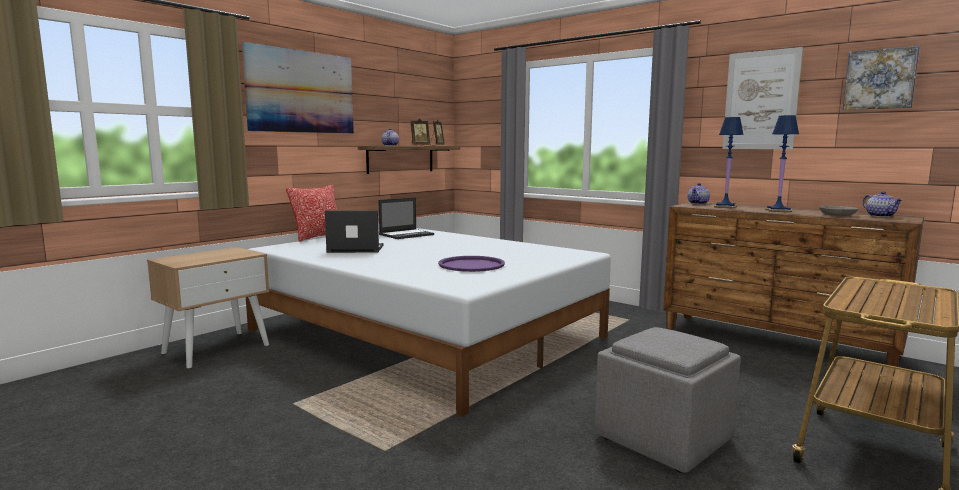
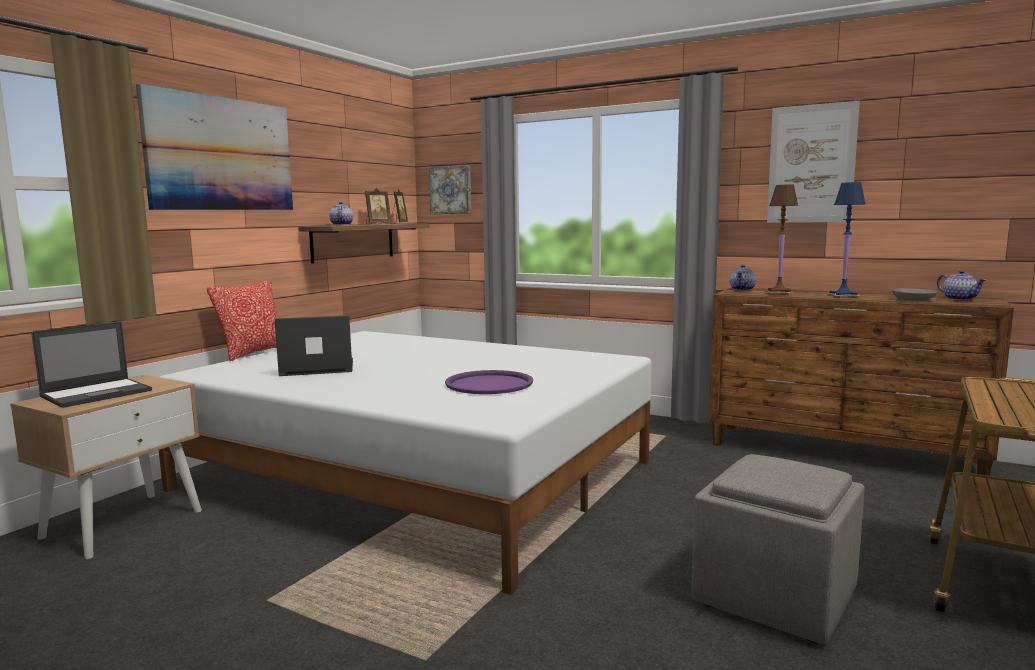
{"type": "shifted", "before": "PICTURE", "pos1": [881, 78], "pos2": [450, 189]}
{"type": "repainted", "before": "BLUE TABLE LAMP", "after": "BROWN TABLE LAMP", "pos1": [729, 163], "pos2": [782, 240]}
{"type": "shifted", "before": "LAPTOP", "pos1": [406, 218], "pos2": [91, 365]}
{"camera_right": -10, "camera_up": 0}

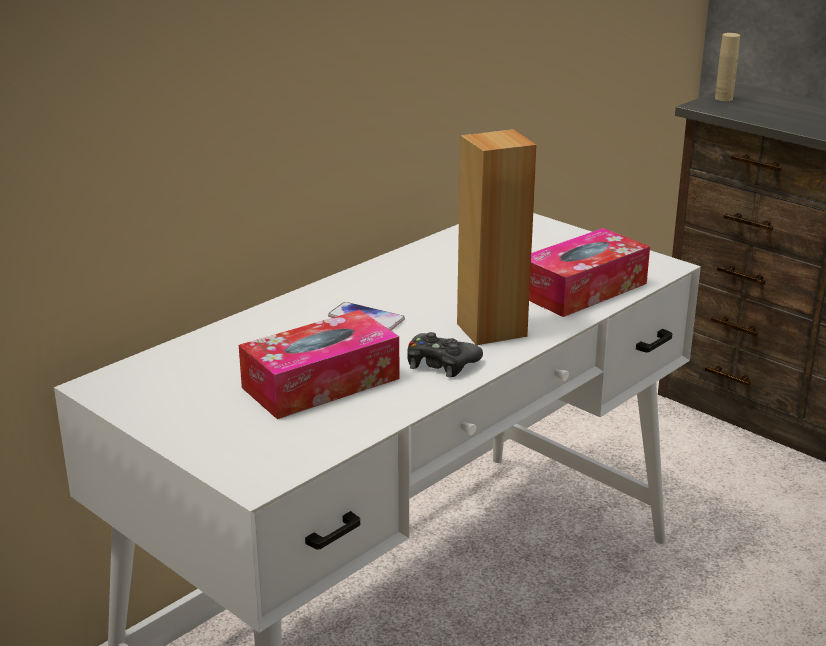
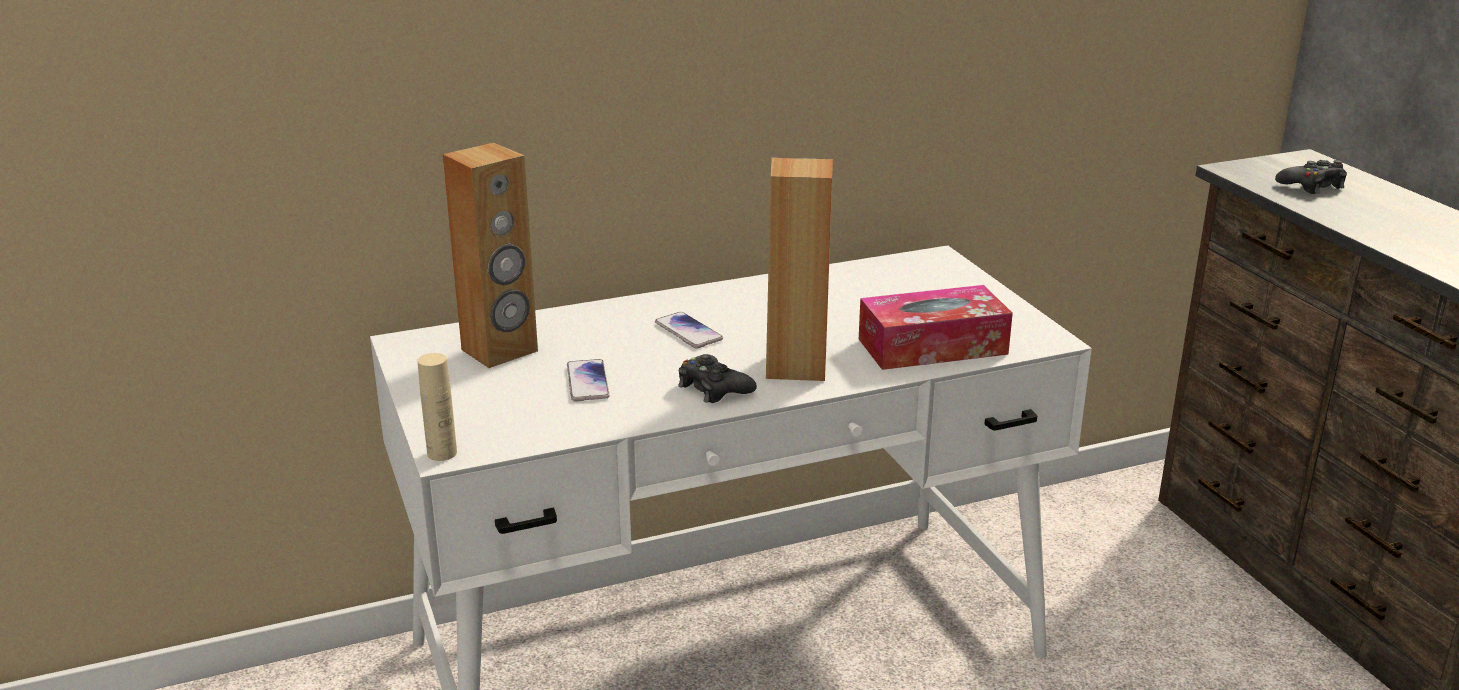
{"type": "shifted", "before": "BEIGE BOTTLE", "pos1": [727, 67], "pos2": [437, 407]}
{"type": "swapped", "before": "TISSUE BOX", "after": "PHONE", "pos1": [319, 364], "pos2": [588, 380]}
{"type": "new", "after": "BROWN SPEAKER", "pos2": [490, 255]}
{"type": "new", "after": "BLACK GAME CONTROLLER", "pos2": [1311, 177]}
{"camera_right": 25, "camera_up": 0}

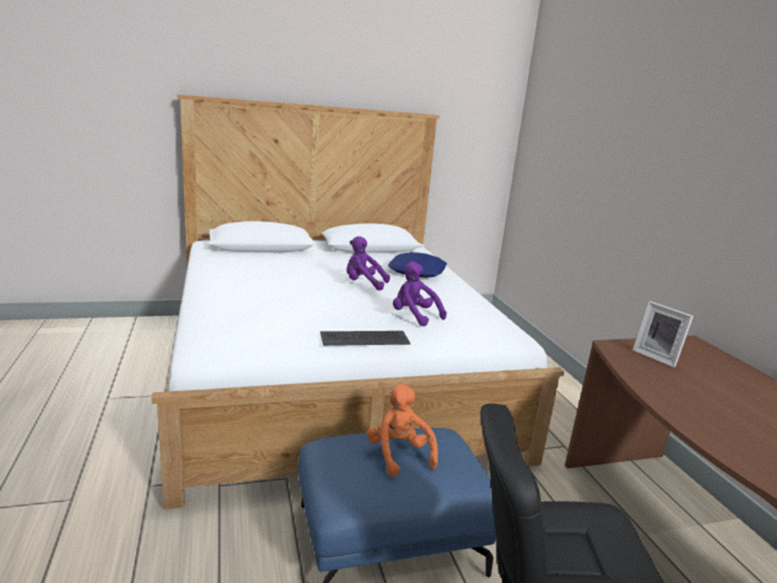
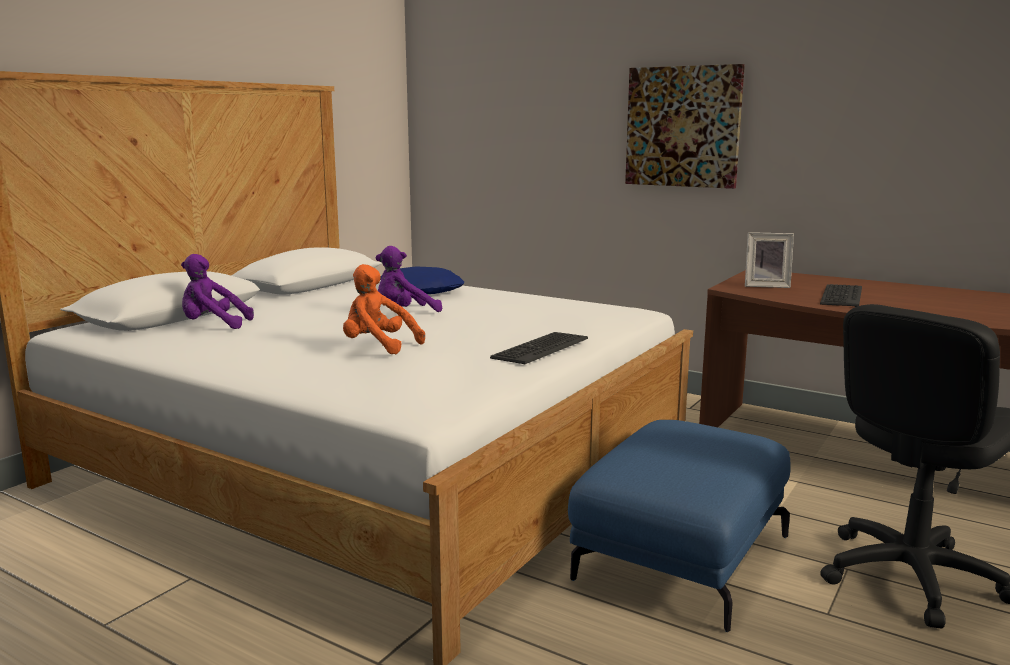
{"type": "shifted", "before": "PURPLE PLUSH TOY", "pos1": [420, 294], "pos2": [217, 291]}
{"type": "shifted", "before": "ORANGE PLUSH TOY", "pos1": [402, 430], "pos2": [384, 309]}
{"type": "new", "after": "PICTURE", "pos2": [685, 126]}
{"type": "new", "after": "KEYBOARD", "pos2": [841, 295]}
{"camera_right": -40, "camera_up": -5}

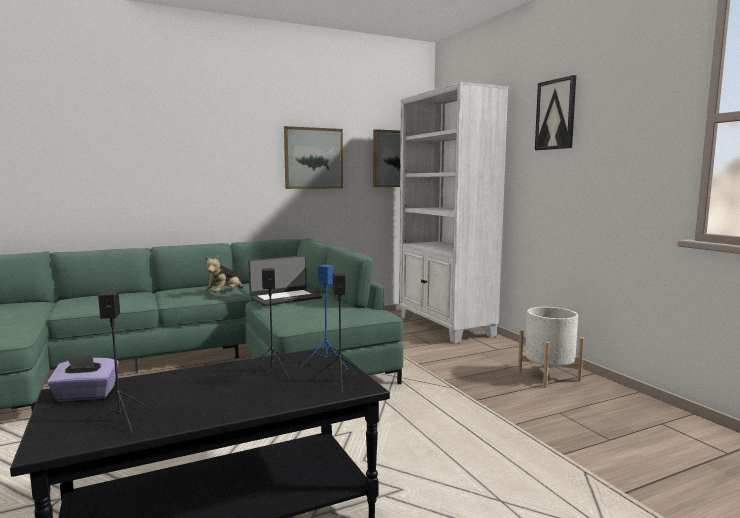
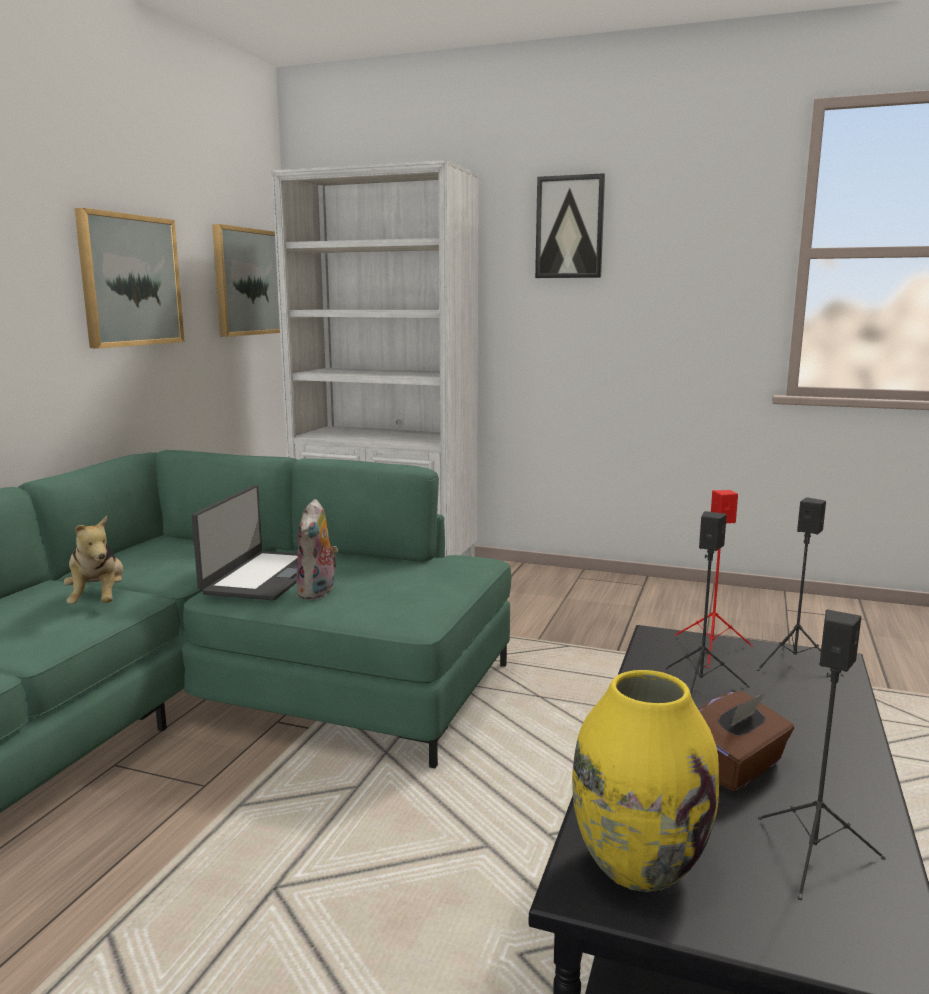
{"type": "repainted", "before": "BLUE SPEAKER", "after": "RED SPEAKER", "pos1": [324, 316], "pos2": [713, 579]}
{"type": "gone", "before": "WHITE PLANTER", "pos1": [551, 347]}
{"type": "swapped", "before": "PURPLE TISSUE BOX", "after": "YELLOW VASE", "pos1": [82, 378], "pos2": [645, 781]}
{"type": "new", "after": "PLUSH TOY", "pos2": [317, 549]}
{"type": "new", "after": "BROWN TISSUE BOX", "pos2": [746, 741]}
{"camera_right": -45, "camera_up": 5}

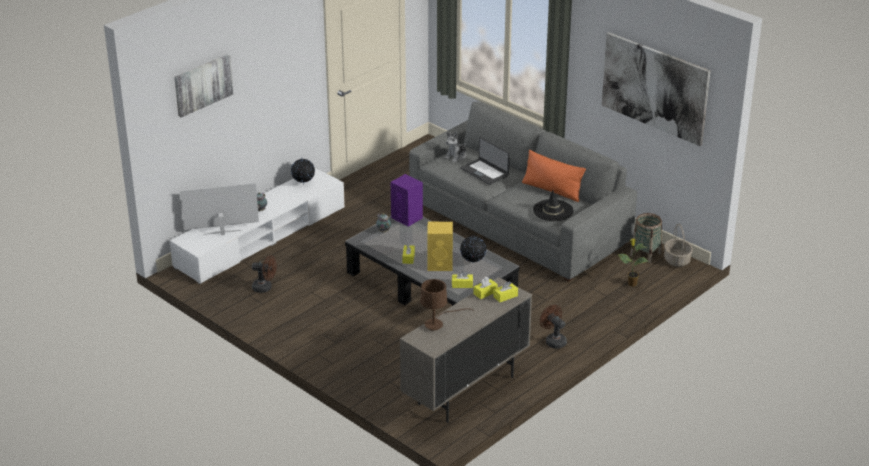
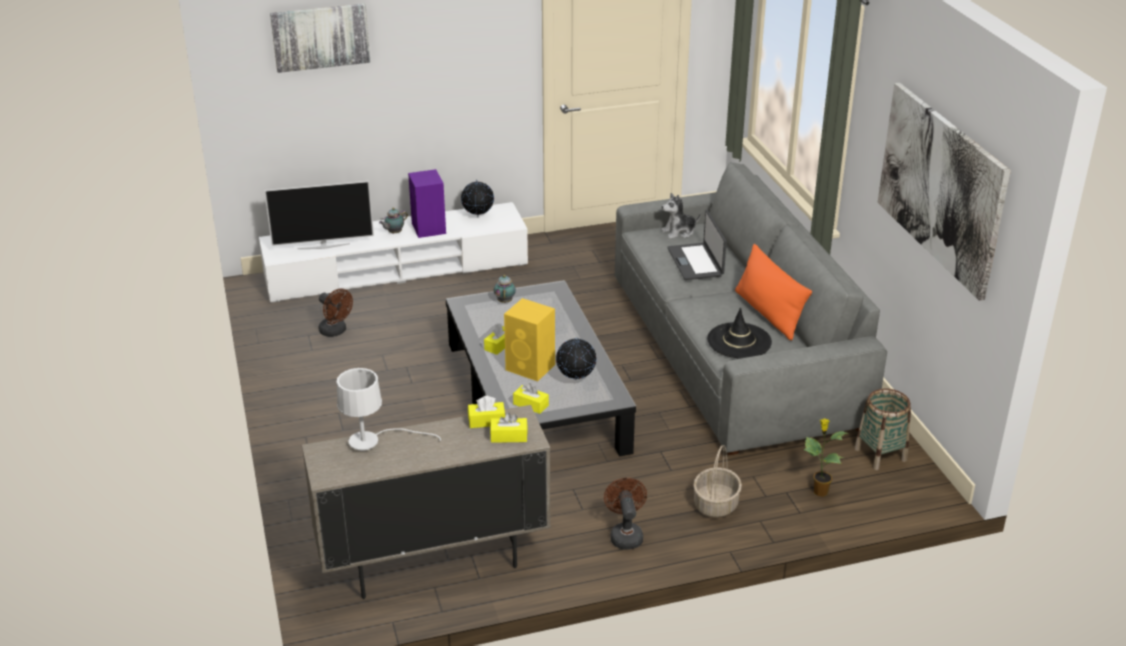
{"type": "shifted", "before": "PURPLE SPEAKER", "pos1": [407, 200], "pos2": [427, 203]}
{"type": "rotated", "before": "TELEVISION", "pos1": [219, 209], "pos2": [319, 215], "turn": 150}
{"type": "shifted", "before": "BASKET", "pos1": [678, 245], "pos2": [717, 481]}
{"type": "repainted", "before": "BROWN TABLE LAMP", "after": "WHITE TABLE LAMP", "pos1": [446, 305], "pos2": [389, 409]}
{"camera_right": 30, "camera_up": 0}

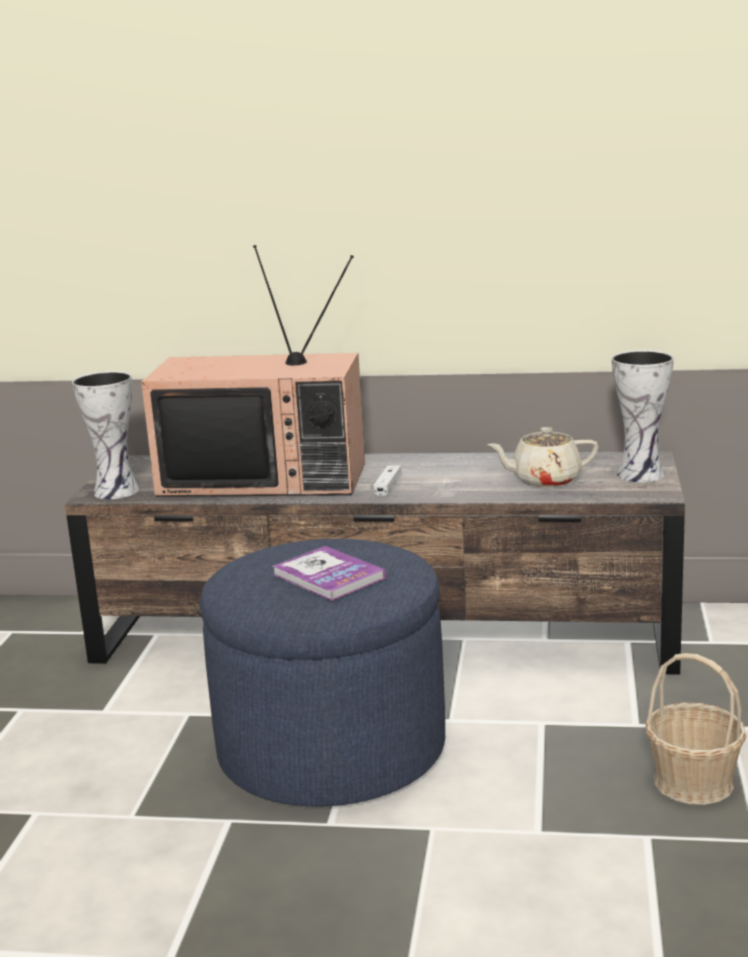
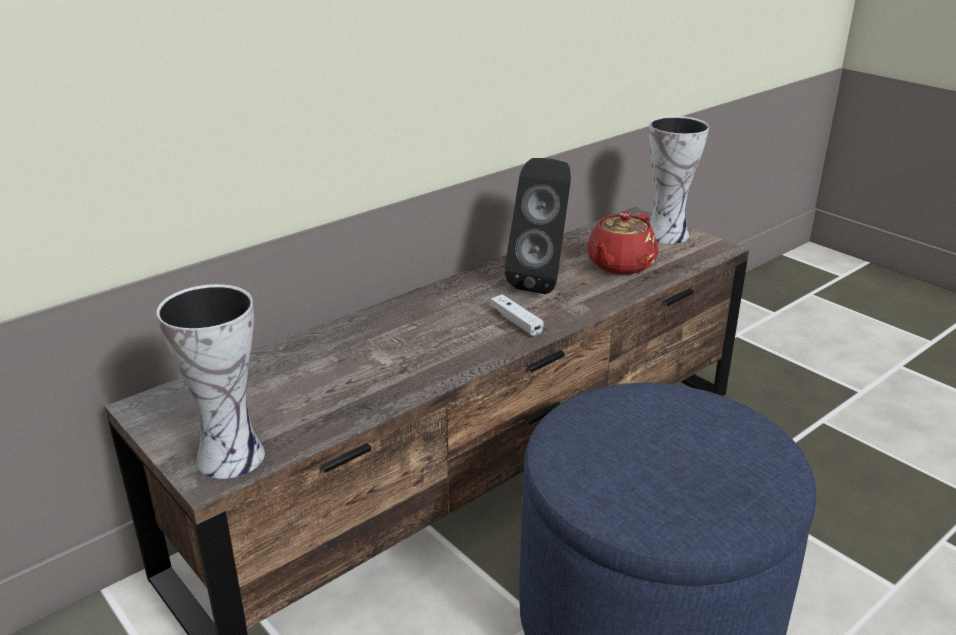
{"type": "gone", "before": "TELEVISION", "pos1": [253, 371]}
{"type": "repainted", "before": "BEIGE TEAPOT", "after": "RED TEAPOT", "pos1": [542, 457], "pos2": [622, 243]}
{"type": "gone", "before": "BOOK", "pos1": [329, 573]}
{"type": "gone", "before": "BASKET", "pos1": [695, 729]}
{"type": "new", "after": "BLACK SPEAKER", "pos2": [537, 226]}
{"camera_right": -50, "camera_up": 10}

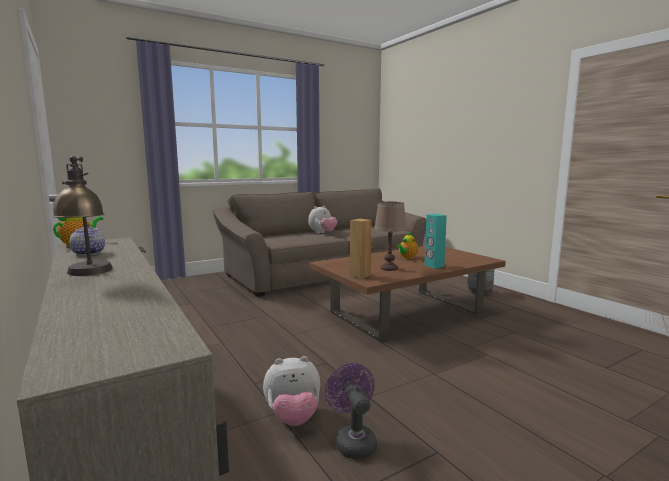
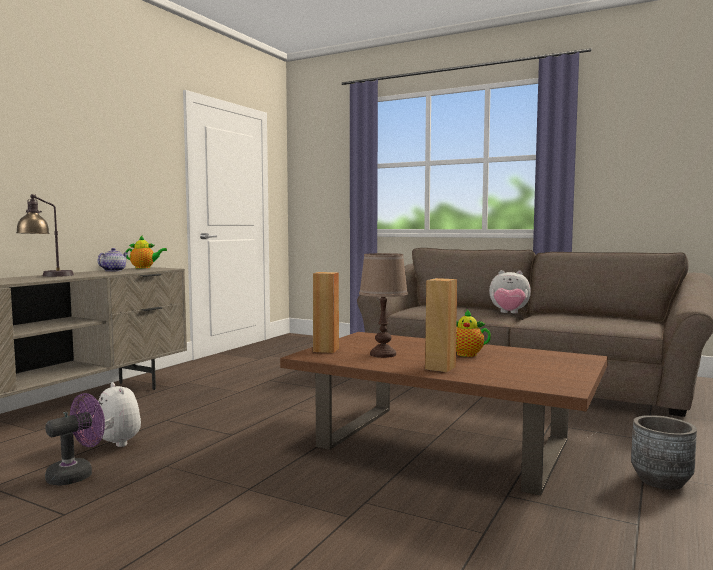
{"type": "repainted", "before": "TURQUOISE SPEAKER", "after": "BROWN SPEAKER", "pos1": [436, 241], "pos2": [441, 325]}
{"camera_right": 60, "camera_up": -5}

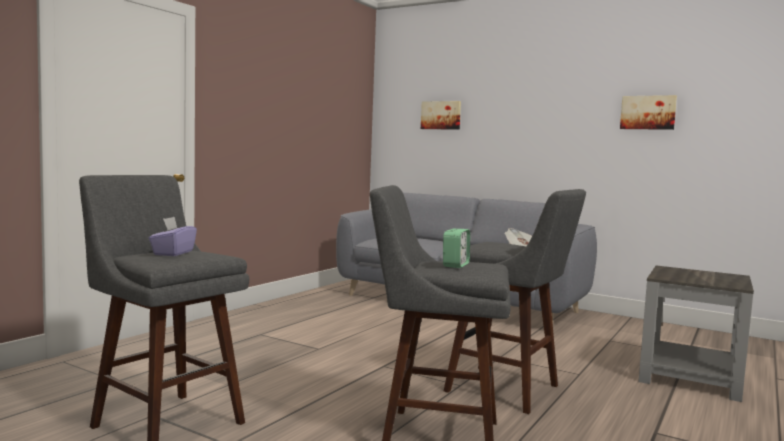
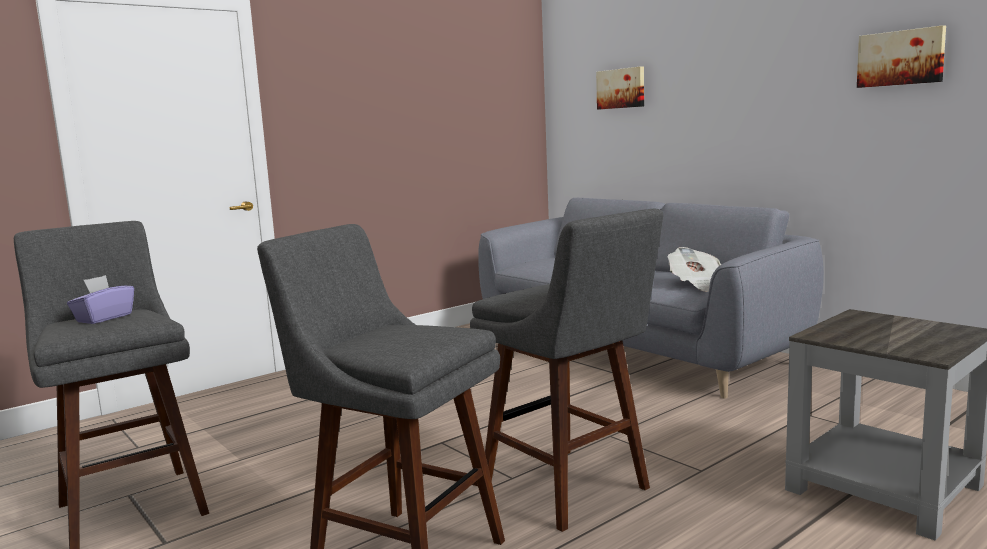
{"type": "gone", "before": "ALARM CLOCK", "pos1": [456, 248]}
{"camera_right": 20, "camera_up": 5}

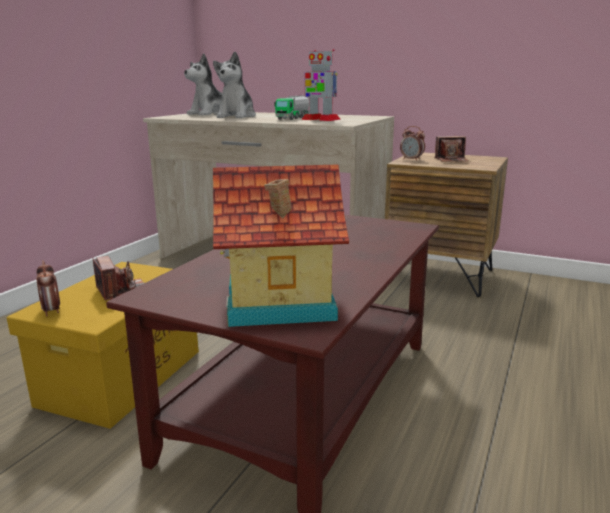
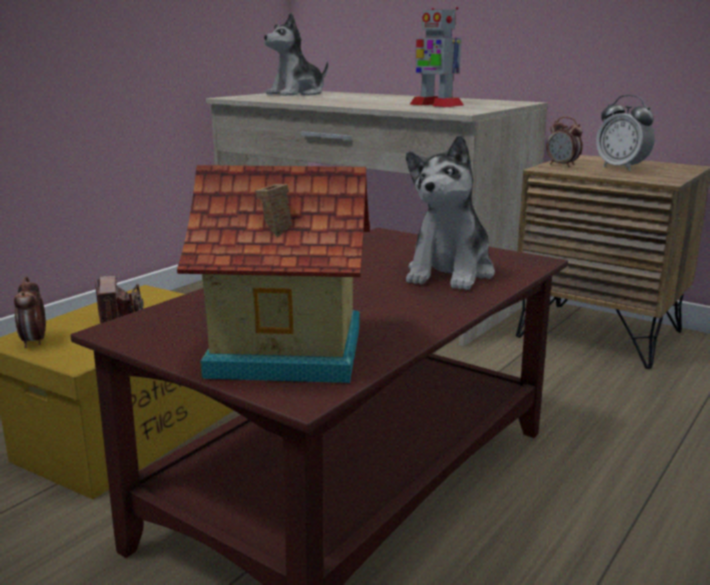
{"type": "shifted", "before": "PLUSH TOY", "pos1": [234, 85], "pos2": [450, 212]}
{"type": "gone", "before": "TOY TRUCK", "pos1": [291, 107]}
{"type": "swapped", "before": "PHOTO CAMERA", "after": "ALARM CLOCK", "pos1": [451, 149], "pos2": [625, 133]}
{"camera_right": 10, "camera_up": 0}

